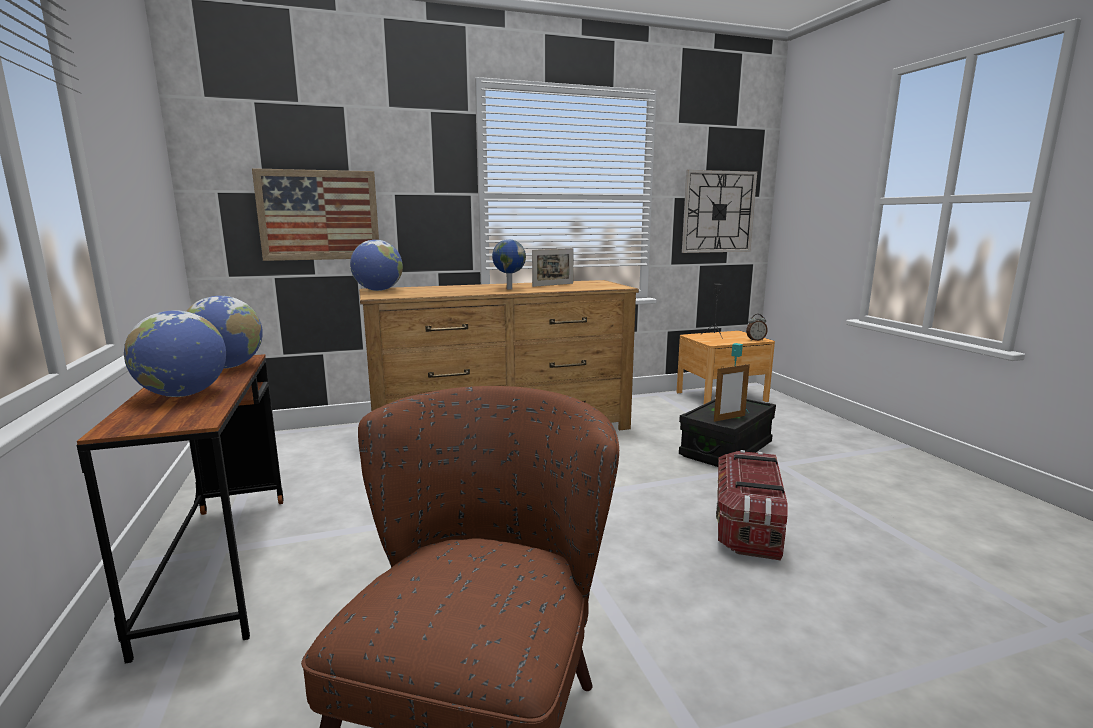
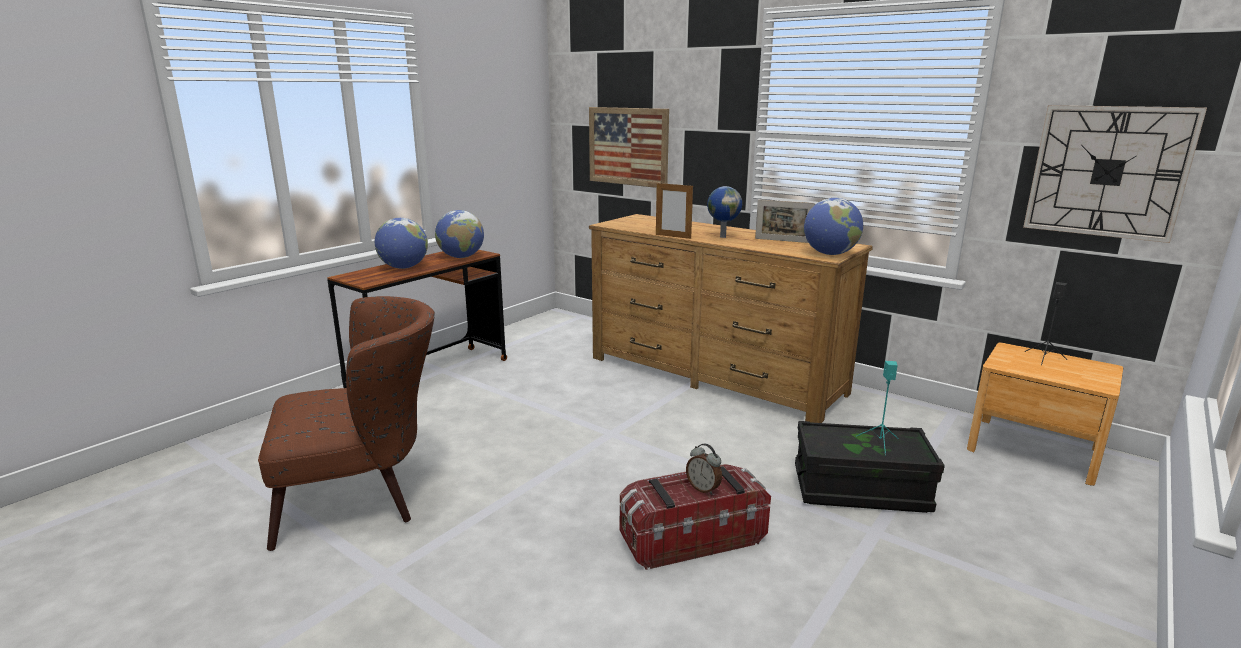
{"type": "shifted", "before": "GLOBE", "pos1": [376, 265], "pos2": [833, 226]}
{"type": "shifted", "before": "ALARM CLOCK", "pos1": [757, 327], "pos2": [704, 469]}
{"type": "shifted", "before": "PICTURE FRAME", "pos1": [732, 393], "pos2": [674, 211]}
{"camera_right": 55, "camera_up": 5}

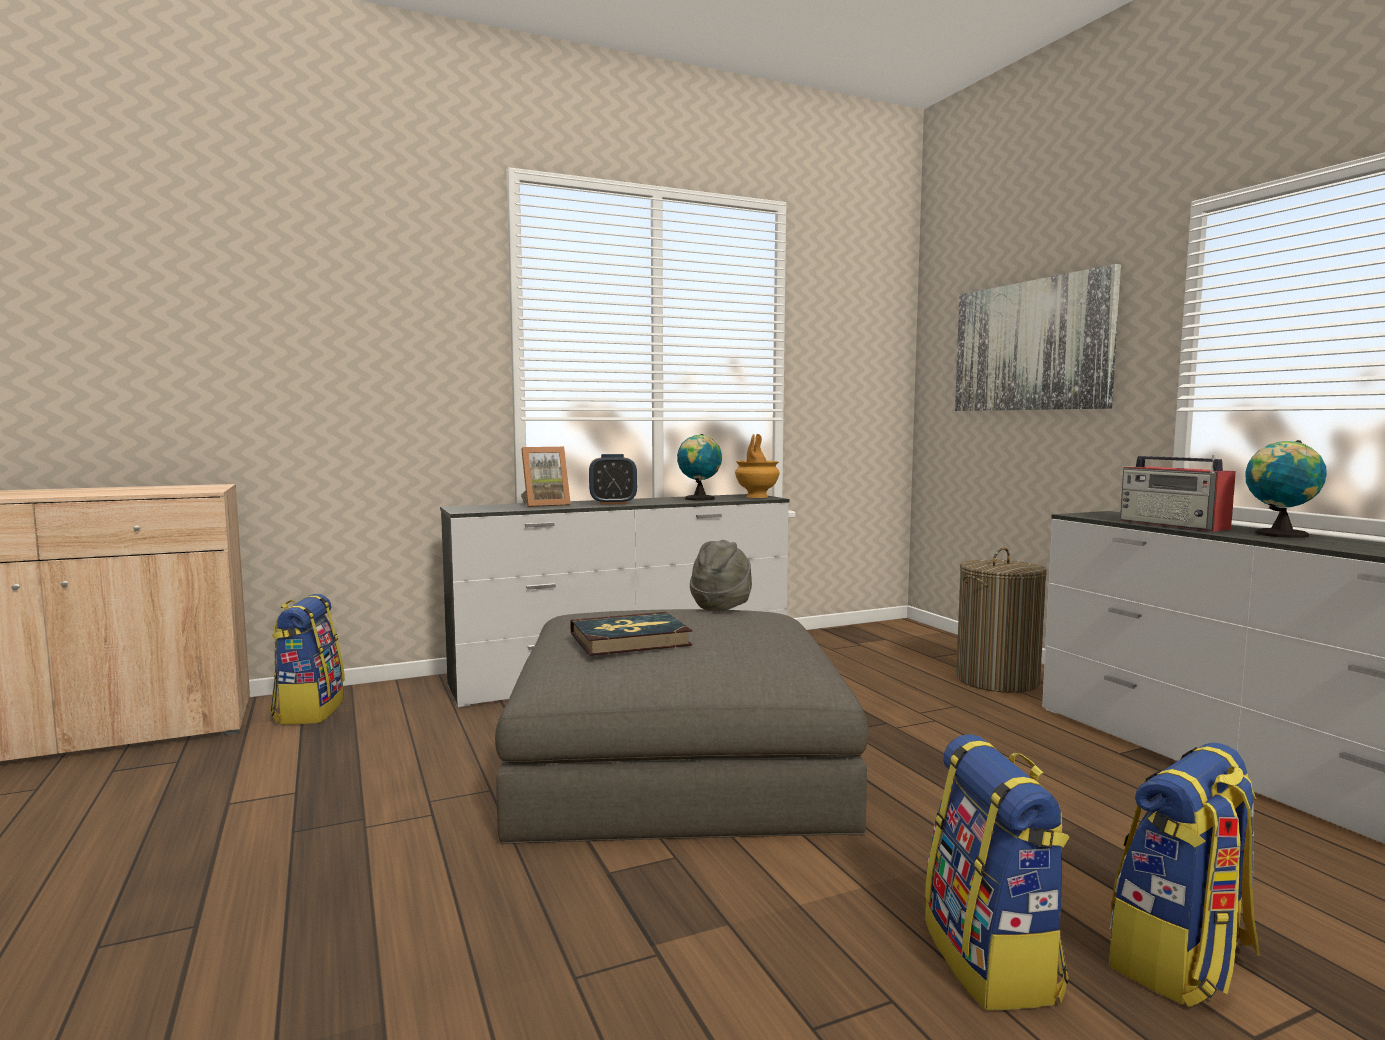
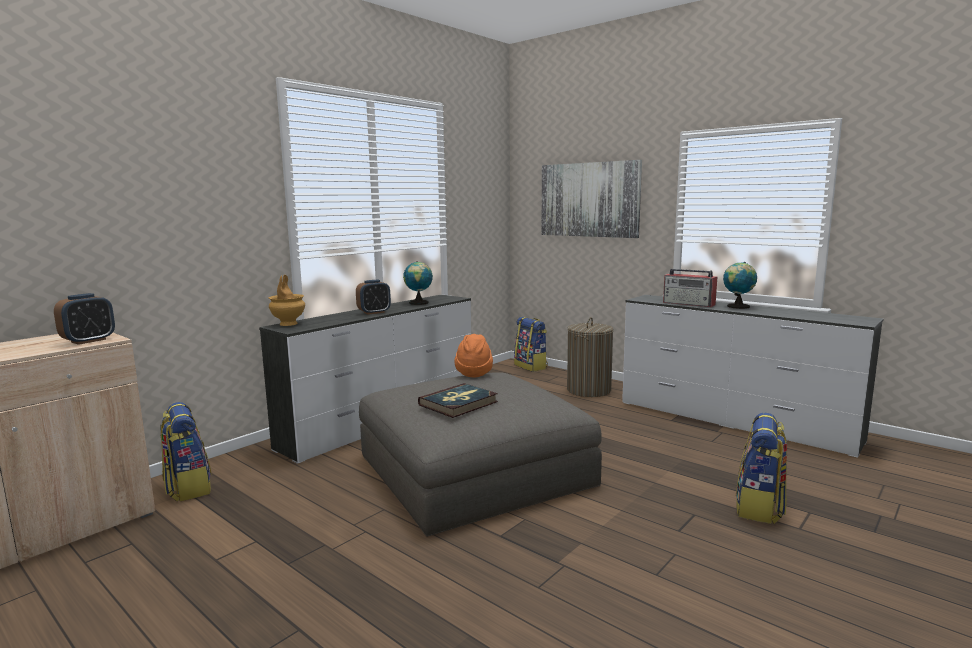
{"type": "shifted", "before": "BROWN VASE", "pos1": [757, 466], "pos2": [287, 300]}
{"type": "gone", "before": "PICTURE FRAME", "pos1": [546, 477]}
{"type": "repainted", "before": "GREY HAT", "after": "ORANGE HAT", "pos1": [721, 576], "pos2": [474, 355]}
{"type": "shifted", "before": "BACKPACK", "pos1": [997, 872], "pos2": [531, 344]}
{"type": "new", "after": "ALARM CLOCK", "pos2": [84, 319]}
{"camera_right": -25, "camera_up": 5}

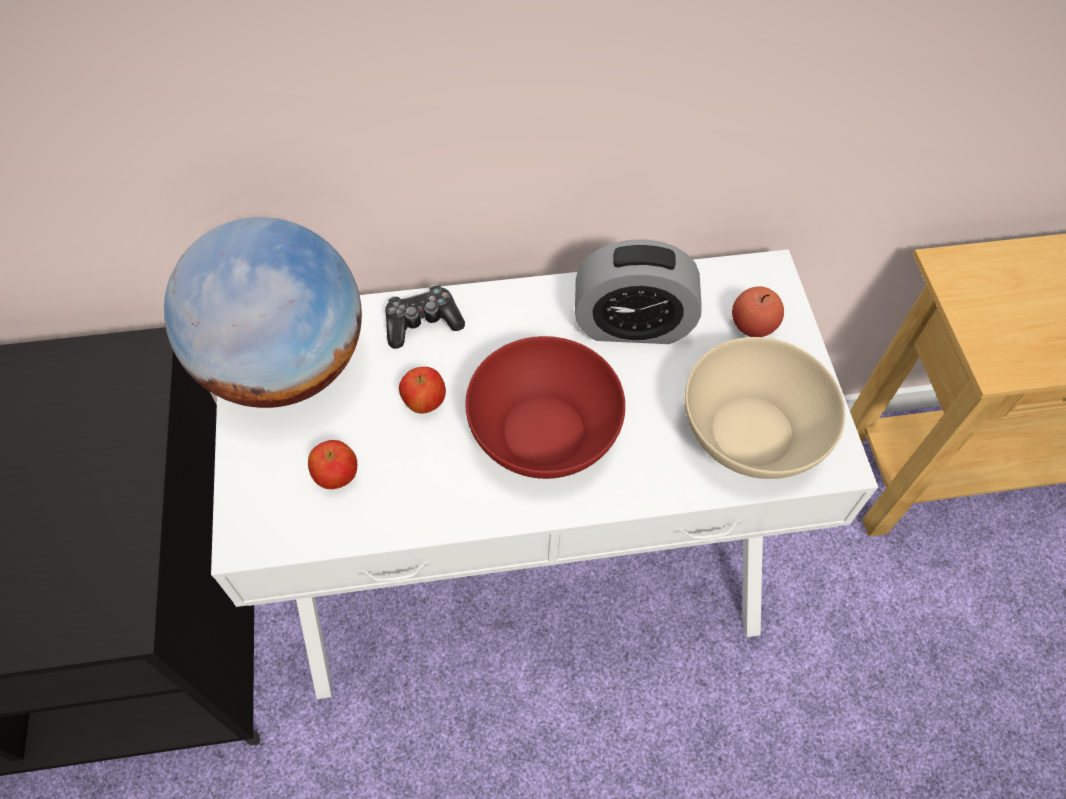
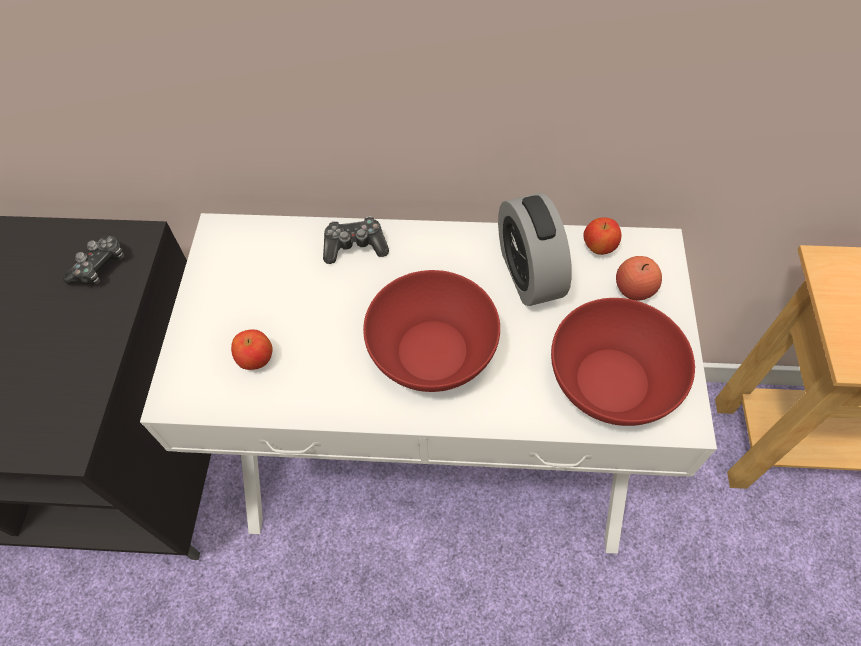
{"type": "gone", "before": "GLOBE", "pos1": [263, 312]}
{"type": "rotated", "before": "ALARM CLOCK", "pos1": [638, 291], "pos2": [535, 249], "turn": 60}
{"type": "repainted", "before": "BEIGE BOWL", "after": "RED BOWL", "pos1": [765, 408], "pos2": [623, 362]}
{"type": "shifted", "before": "APPLE", "pos1": [422, 390], "pos2": [602, 236]}
{"type": "new", "after": "GAME CONTROLLER", "pos2": [93, 260]}
{"camera_right": 15, "camera_up": 0}

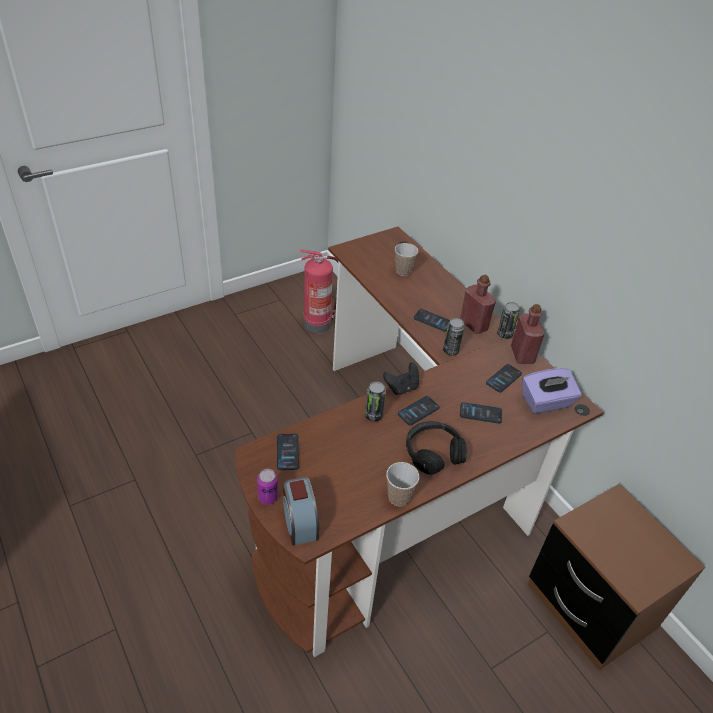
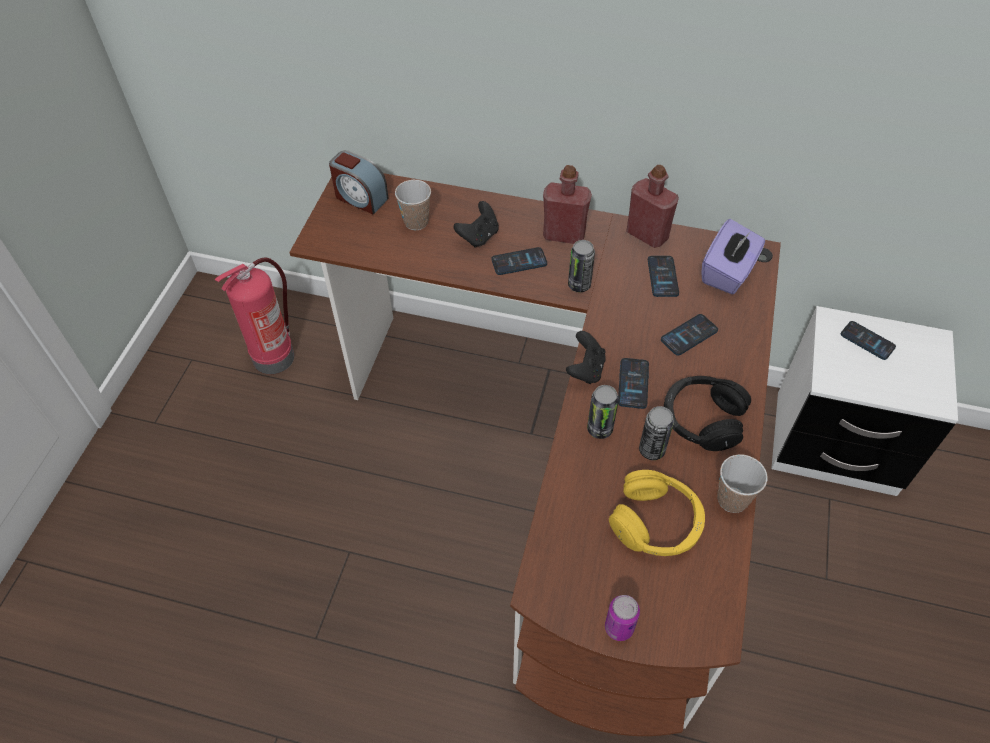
{"type": "shifted", "before": "CAN", "pos1": [508, 320], "pos2": [656, 433]}
{"type": "shifted", "before": "PHONE", "pos1": [288, 452], "pos2": [868, 340]}
{"type": "shifted", "before": "ALARM CLOCK", "pos1": [301, 511], "pos2": [359, 182]}
{"type": "repainted", "before": "BROWN NIGHTSTAND", "after": "WHITE NIGHTSTAND", "pos1": [616, 577], "pos2": [864, 401]}
{"type": "new", "after": "BLACK GAME CONTROLLER", "pos2": [476, 224]}
{"type": "new", "after": "YELLOW HEADPHONES", "pos2": [657, 513]}
{"camera_right": -40, "camera_up": 10}

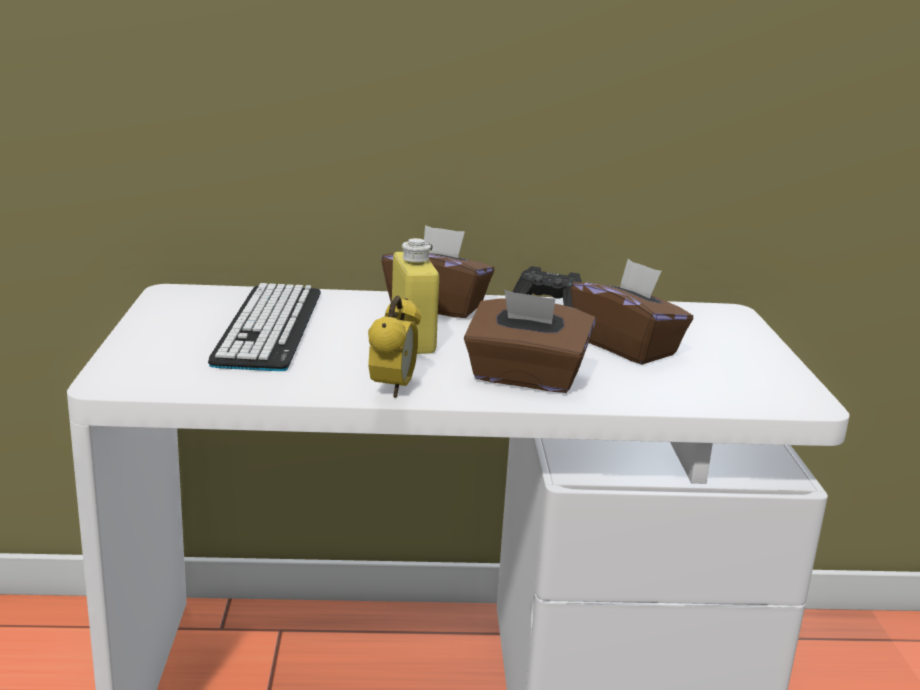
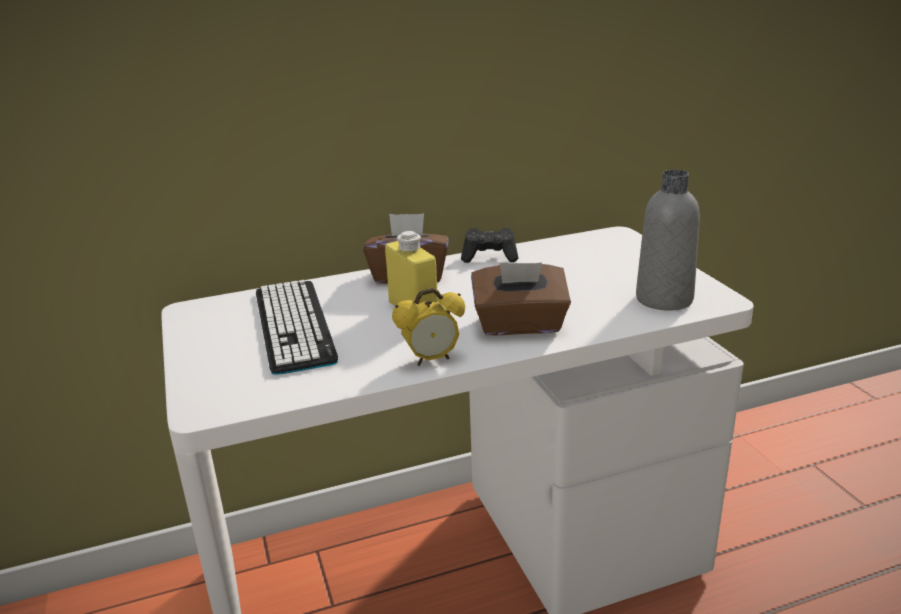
{"type": "gone", "before": "BROWN TISSUE BOX", "pos1": [632, 312]}
{"type": "rotated", "before": "ALARM CLOCK", "pos1": [394, 346], "pos2": [428, 327], "turn": 75}
{"type": "new", "after": "GREY BOTTLE", "pos2": [668, 240]}
{"camera_right": -15, "camera_up": 5}

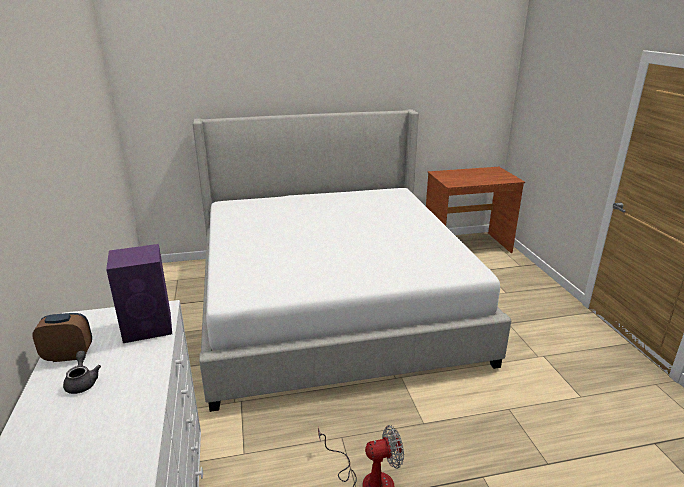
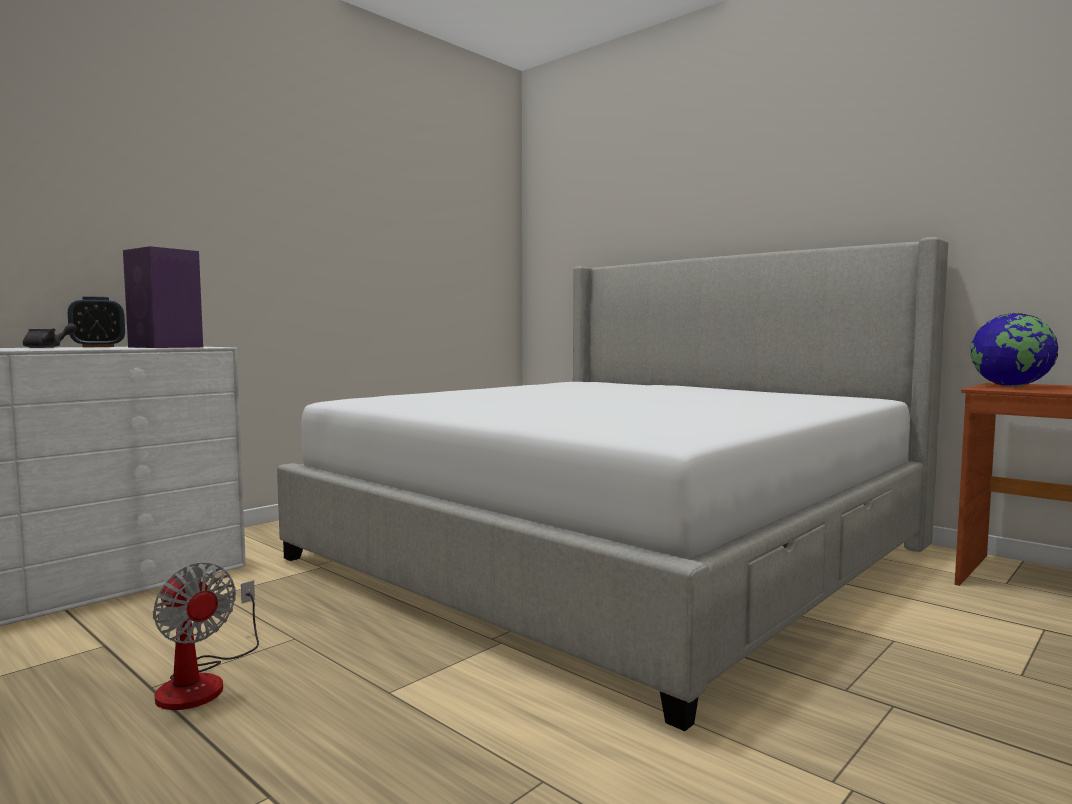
{"type": "rotated", "before": "ALARM CLOCK", "pos1": [62, 337], "pos2": [96, 321], "turn": 105}
{"type": "new", "after": "GLOBE", "pos2": [1014, 350]}
{"camera_right": 55, "camera_up": -20}

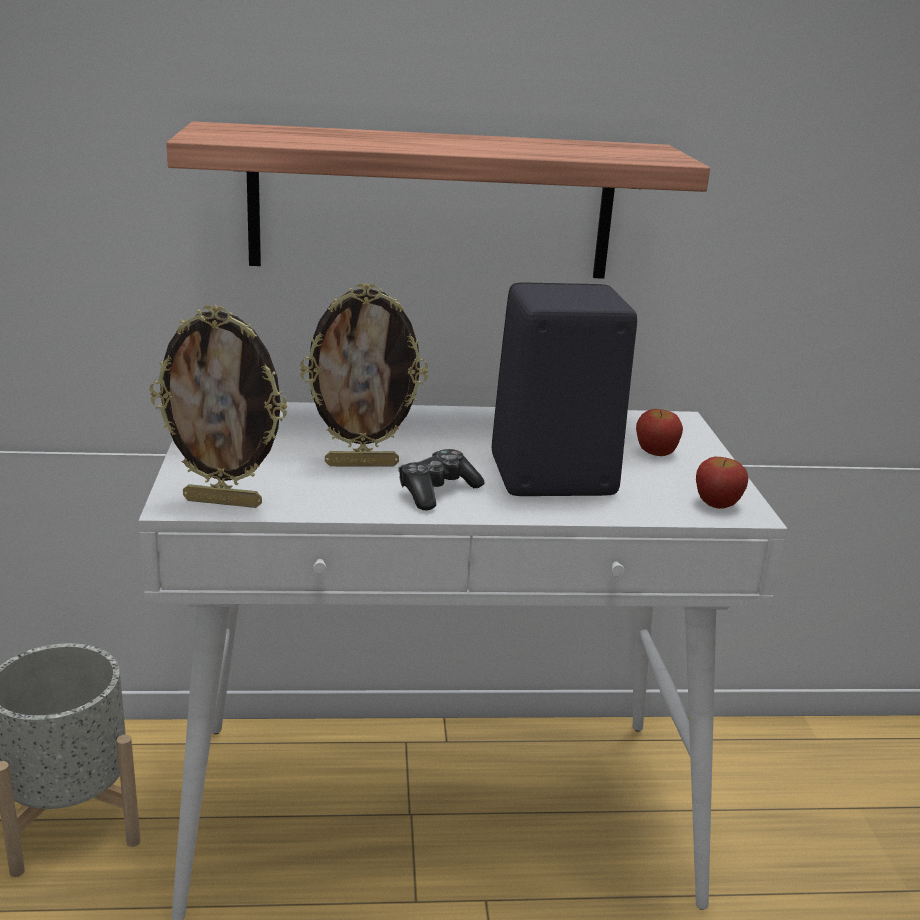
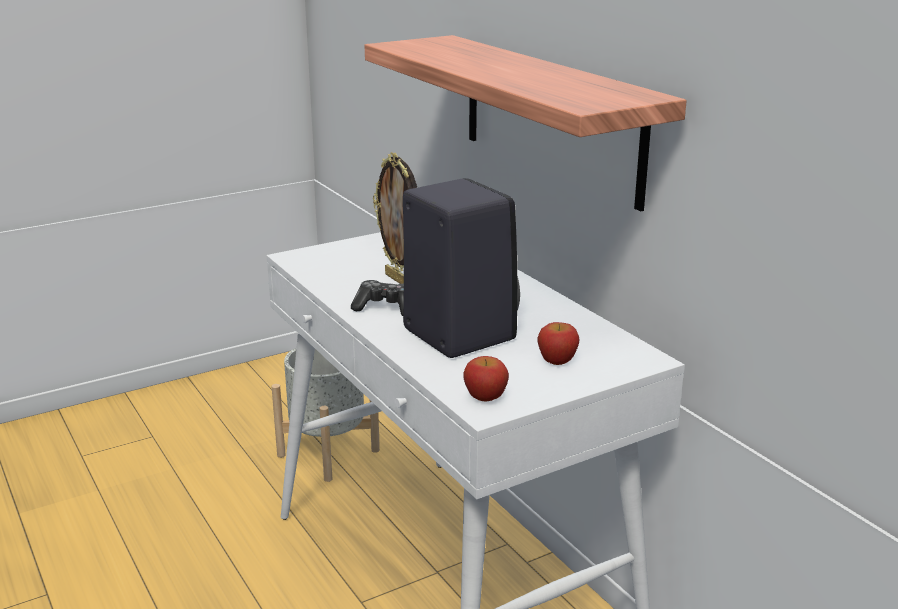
{"type": "gone", "before": "PICTURE FRAME", "pos1": [219, 406]}
{"camera_right": 65, "camera_up": 0}

